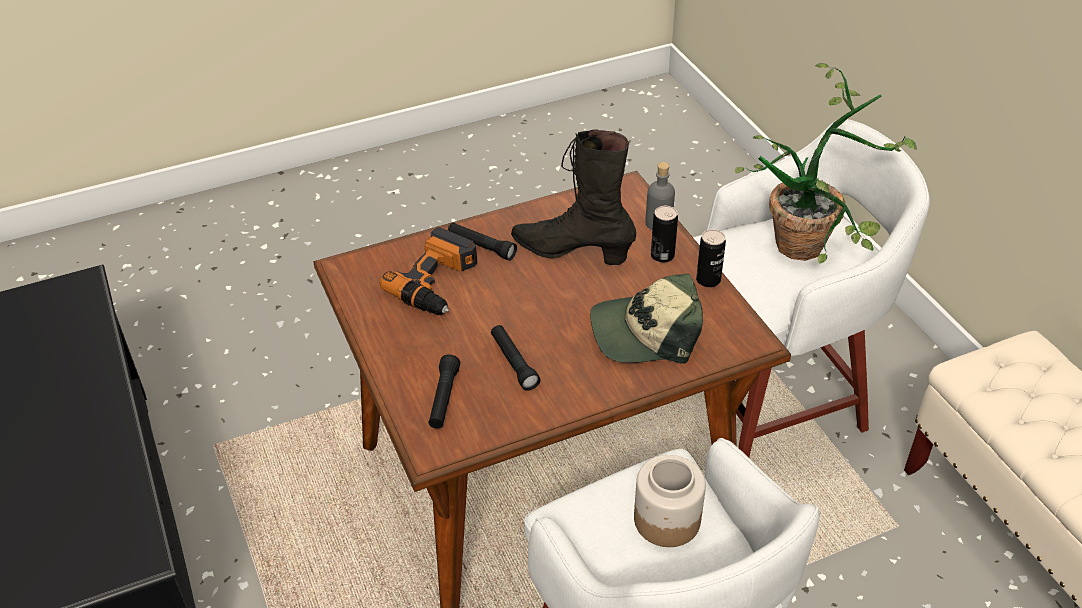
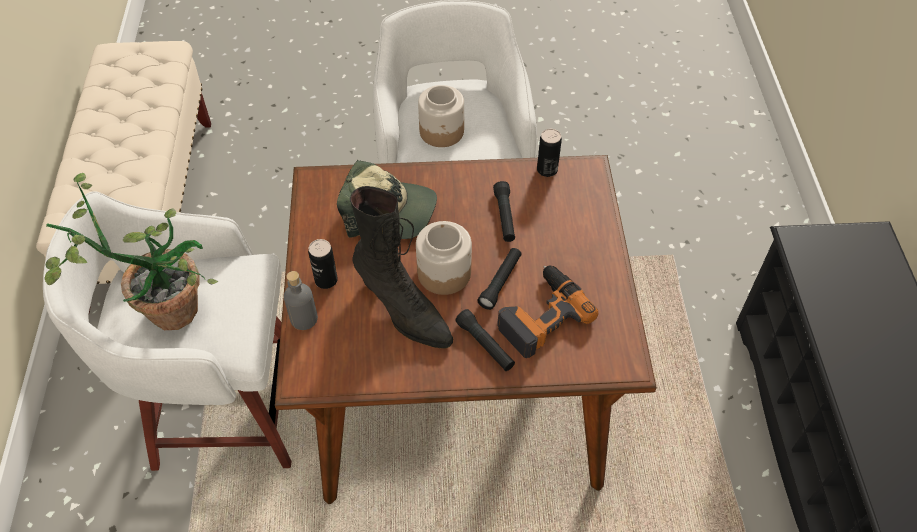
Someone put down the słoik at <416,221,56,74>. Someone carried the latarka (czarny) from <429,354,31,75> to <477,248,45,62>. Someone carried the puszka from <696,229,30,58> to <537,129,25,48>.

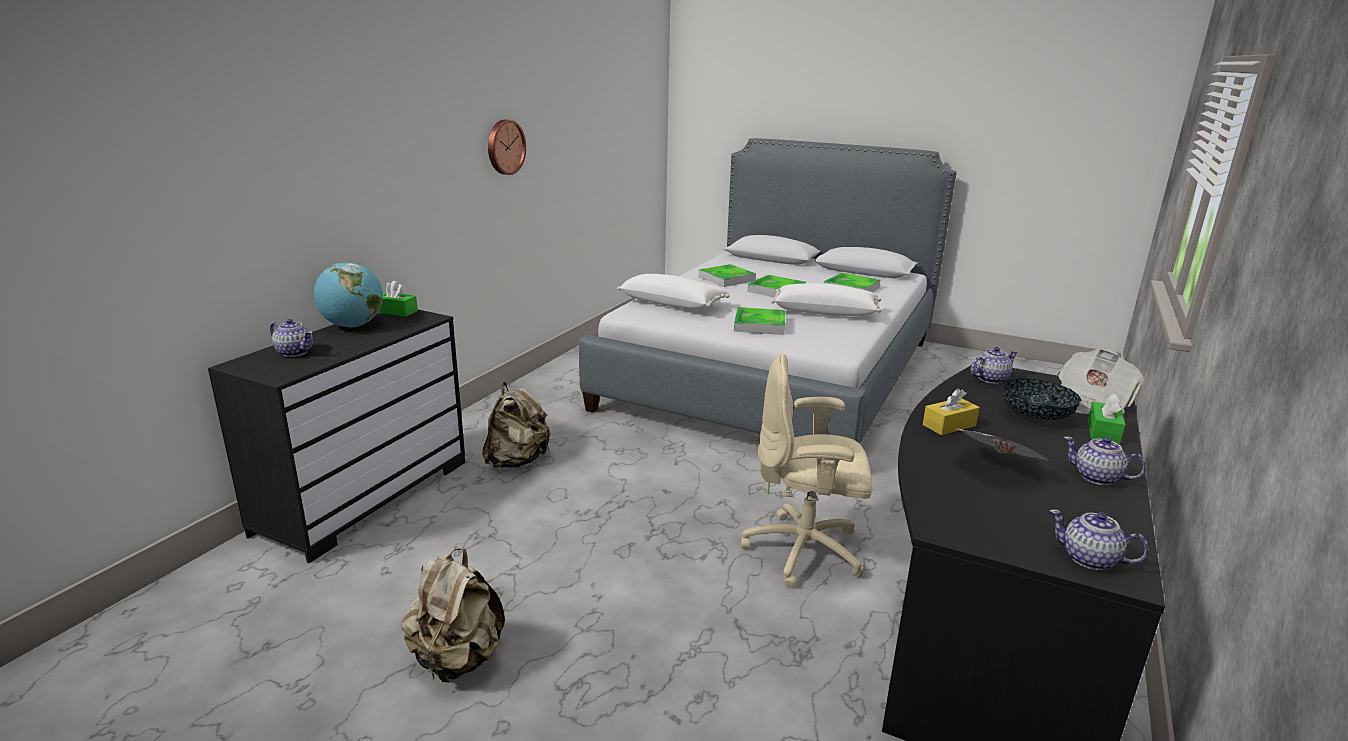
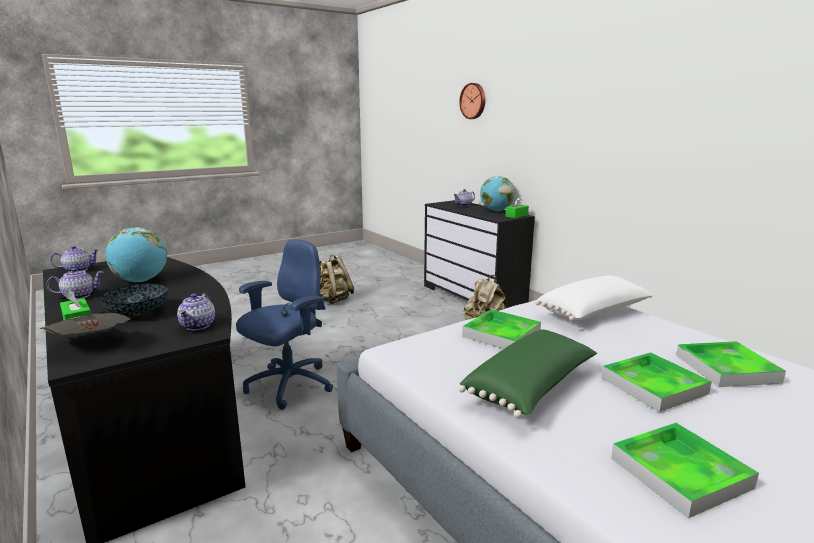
Someone swapped the gazeta at <956,428,94,33> for the globus at <105,227,62,55>. Someone repainted the krzesło biurowe (beżowy) at <741,354,131,234>, which became the krzesło biurowe (niebieski) at <236,239,97,171>. Someone carried the zegar ścienny from <488,120,38,55> to <459,83,26,36>. Someone repainted the poduszka (biały) at <771,283,110,33>, which became the poduszka (zielony) at <459,329,138,89>. Someone took away the pudełko chusteczek (żółty) at <923,388,57,47>.

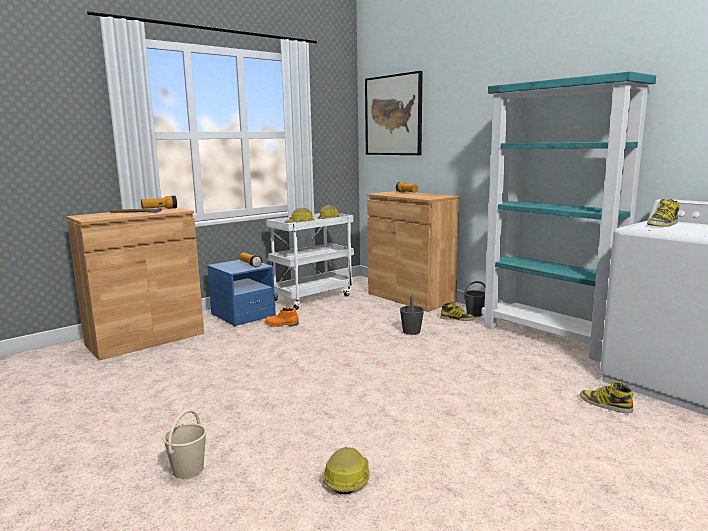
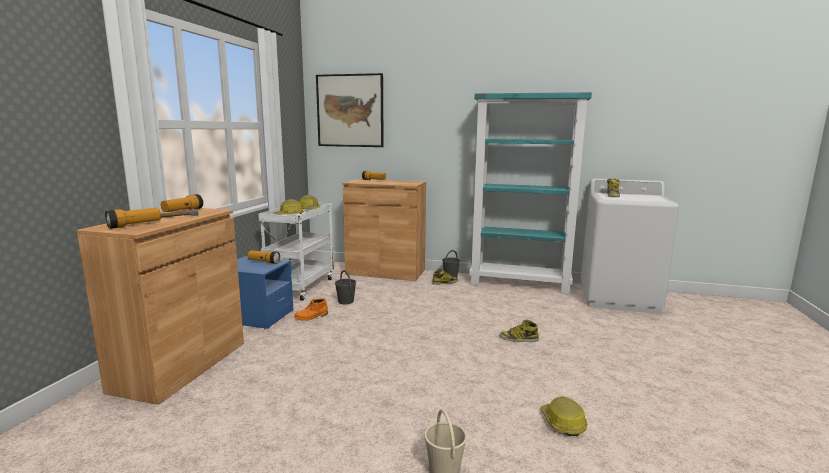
Someone put down the latarka at <105,208,56,21>. Someone carried the wiadro (szary) from <400,295,24,40> to <335,270,21,34>. Someone carried the but z cholewką from <580,381,53,32> to <499,320,40,22>.

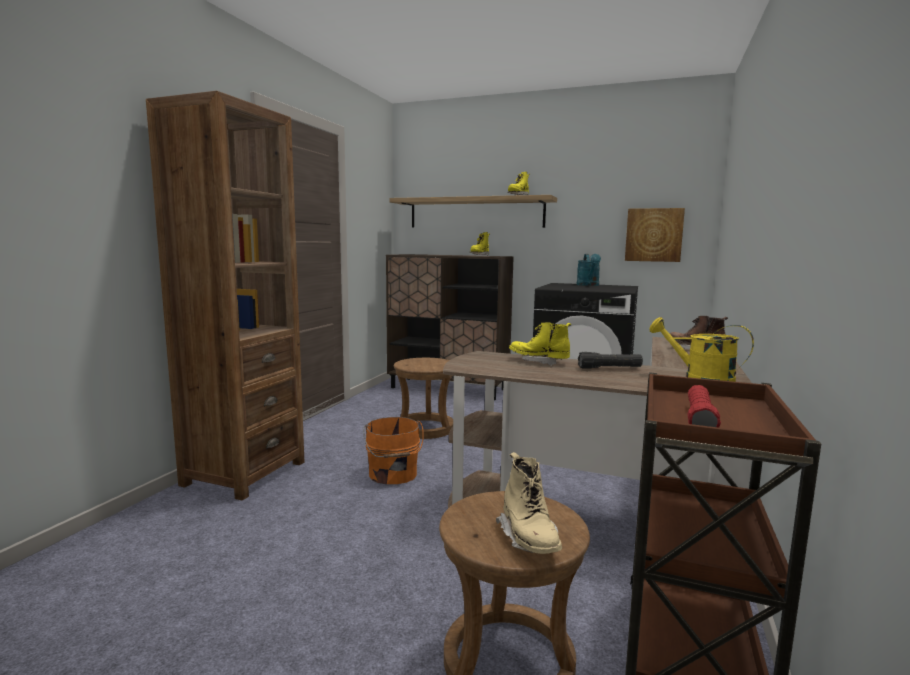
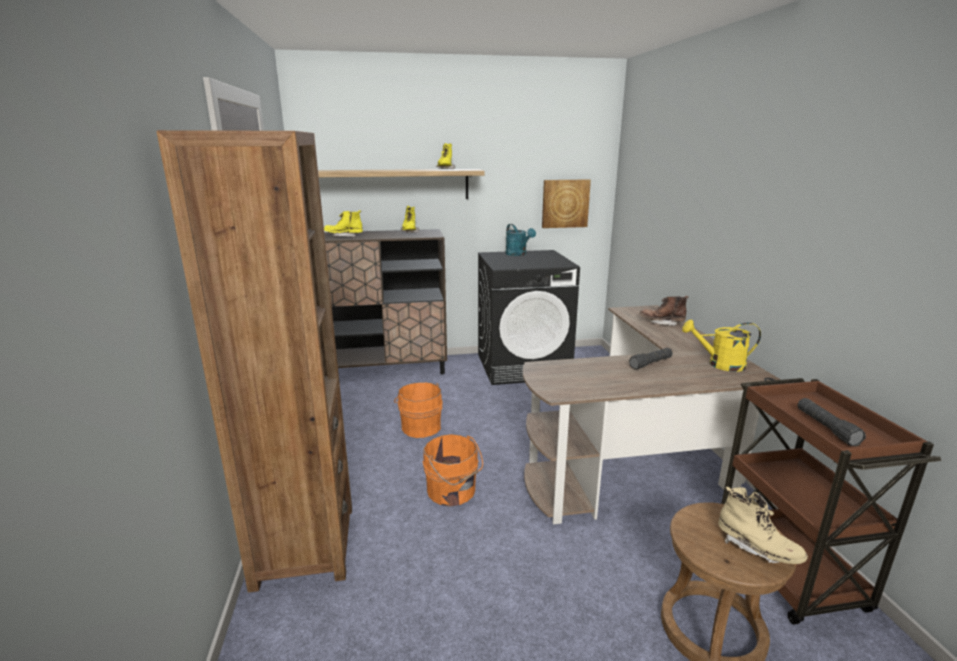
Someone carried the but z cholewką (żółty) from <509,322,62,44> to <324,210,39,28>. Someone swapped the stołek (brązowy) at <394,358,59,81> for the wiadro (pomarańczowy) at <394,382,49,56>. Someone repainted the latarka (czerwony) at <687,385,34,43>, which became the latarka (czarny) at <798,398,68,48>.

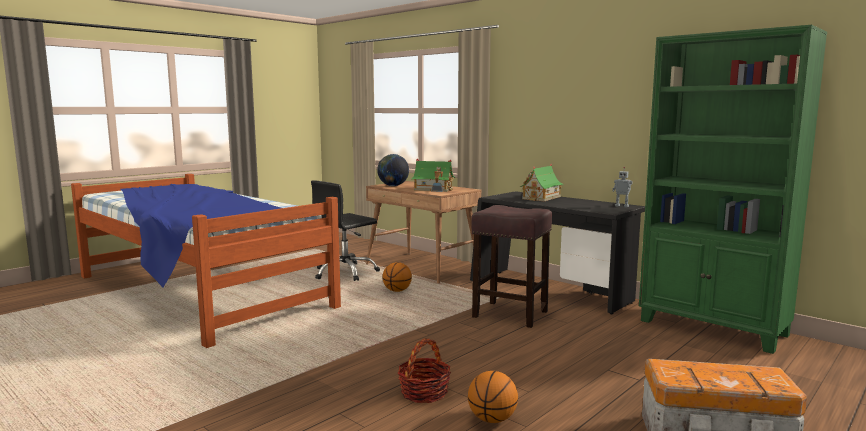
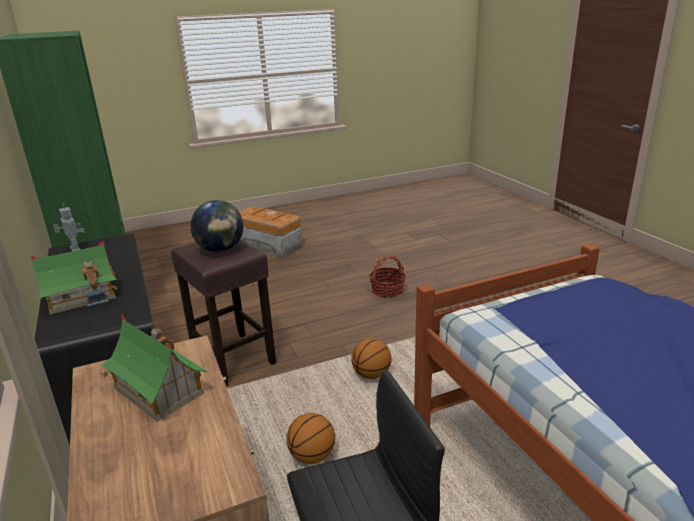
Someone carried the globus from <377,154,32,32> to <191,200,52,52>. Someone carried the piłka do koszykówki from <468,371,50,52> to <351,338,40,41>.

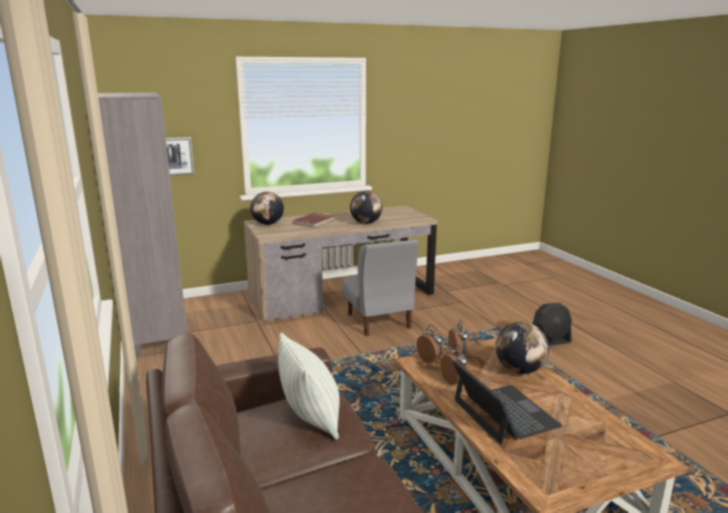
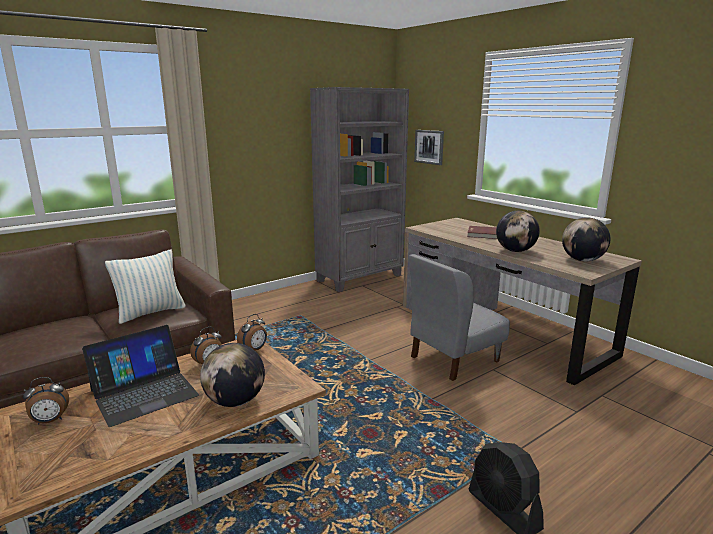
Someone carried the budzik from <448,320,22,35> to <23,377,46,48>. Someone carried the globus from <250,192,34,33> to <562,217,48,44>.

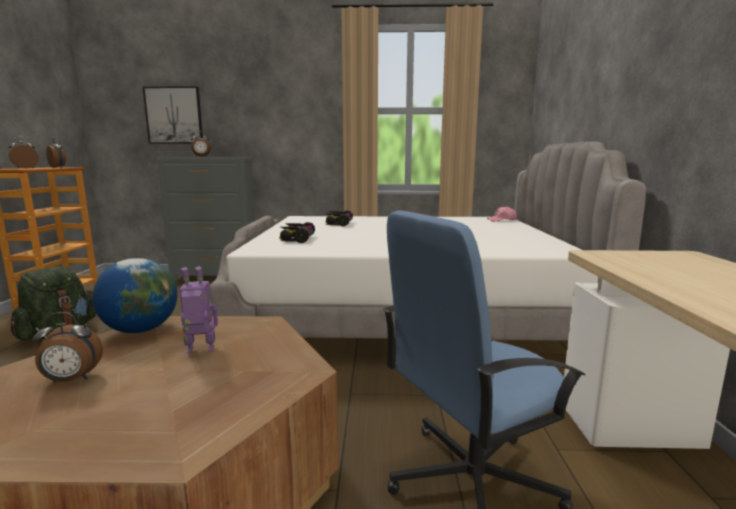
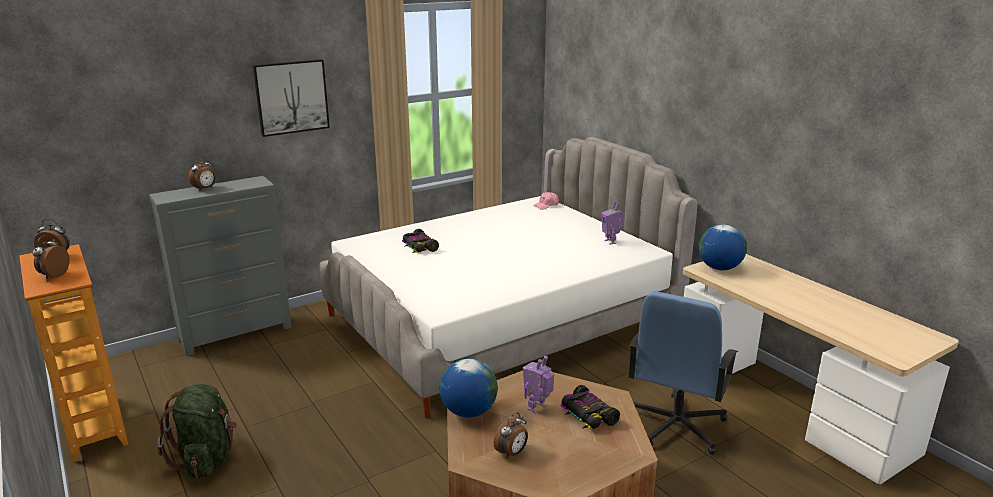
Someone carried the obraz from <143,86,60,58> to <253,59,77,78>. Someone carried the samochodzik from <279,222,36,21> to <561,385,59,44>. Someone put down the robot zabawkowy at <601,201,23,44>. Someone put down the globus at <699,224,48,46>.

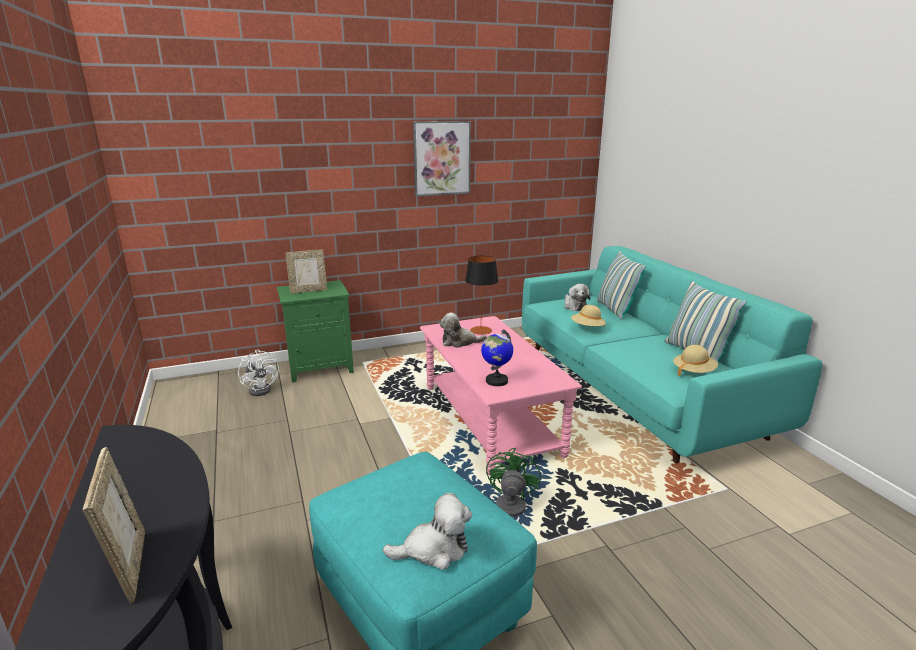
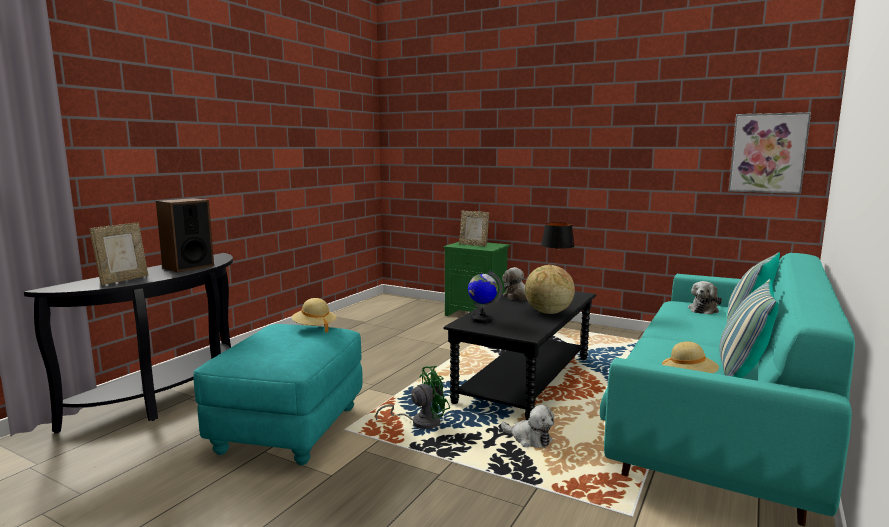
Someone put down the głośnik at <156,198,58,74>. Someone carried the kapelusz (beżowy) from <571,305,35,23> to <291,298,46,35>. Someone repainted the ława (różowy) at <420,316,162,160>, which became the ława (czarny) at <443,291,153,129>. Someone carried the pluszak from <383,493,89,77> to <501,405,53,43>. Someone put down the globus at <525,265,50,49>. Someone carried the obraz from <413,121,58,76> to <728,112,83,82>. Someone took away the wentylator (biały) at <238,350,41,46>.

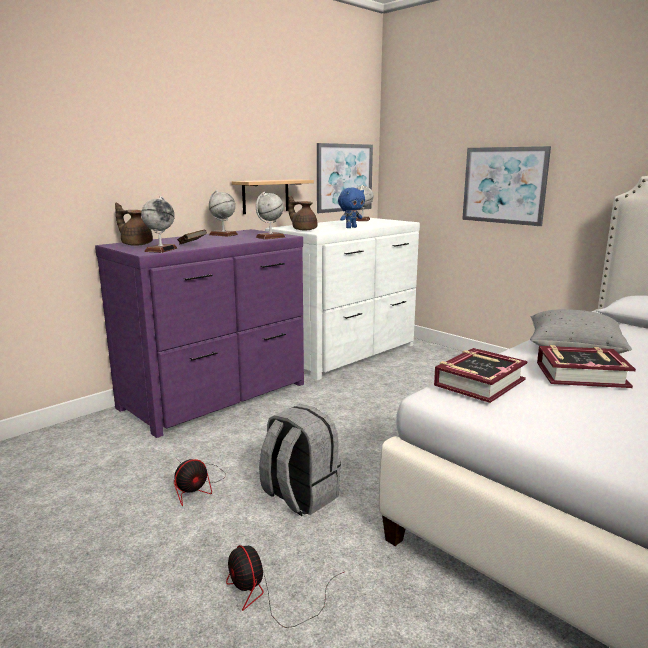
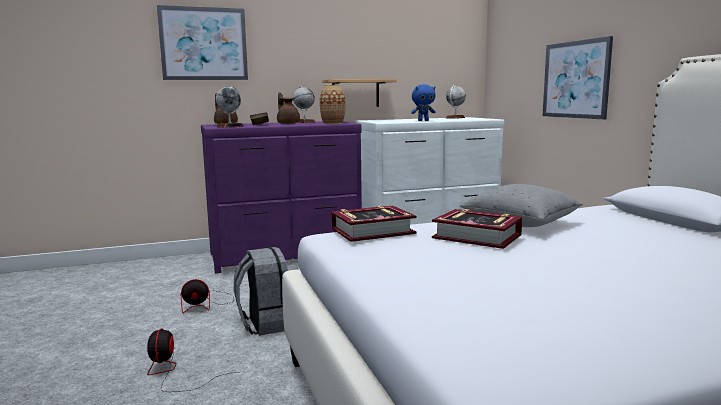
Someone carried the obraz from <317,143,56,70> to <157,5,91,75>. Someone carried the imbryk (brązowy) from <288,195,30,35> to <277,92,23,32>. Someone swapped the globus at <256,192,29,47> for the wazon at <320,85,25,39>.

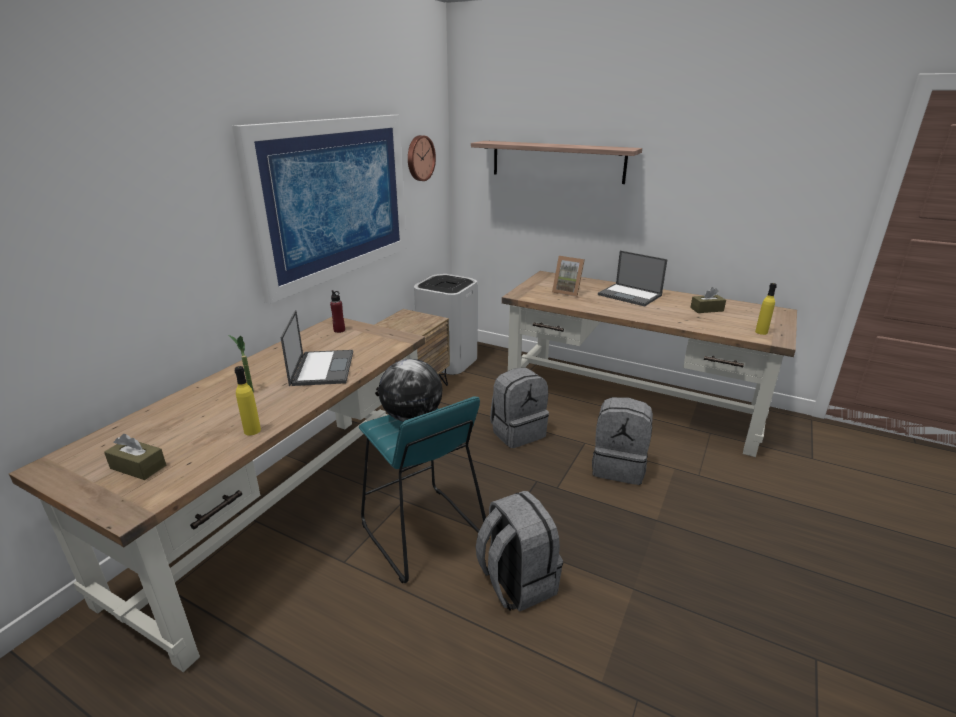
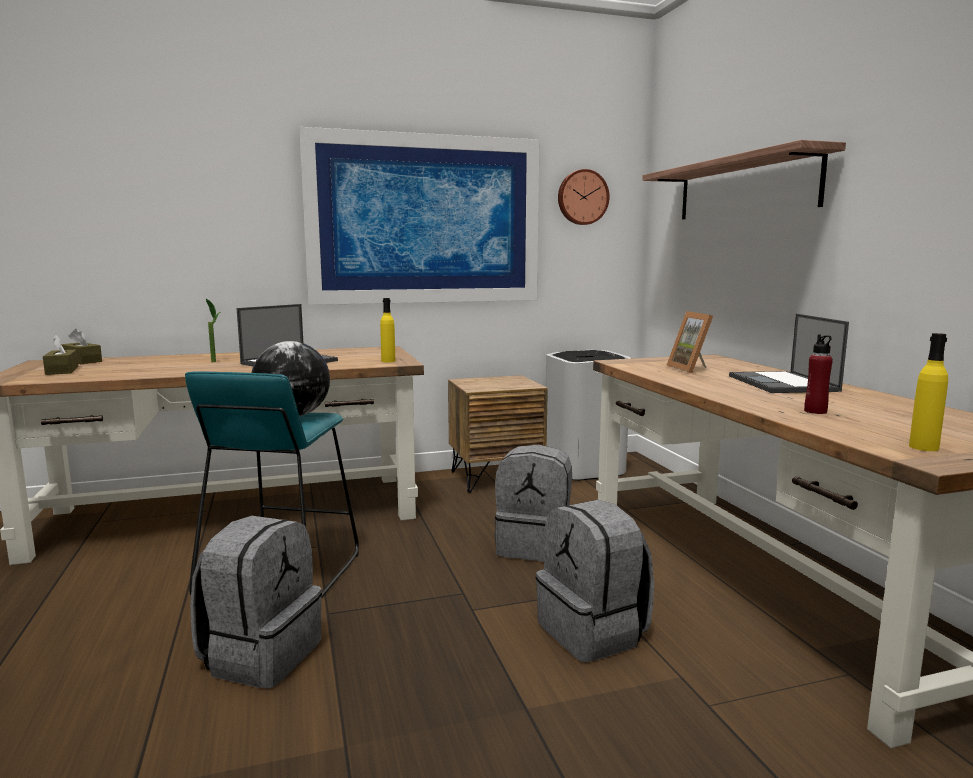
Someone carried the pudełko chusteczek (brązowy) from <690,287,36,26> to <61,329,41,35>. Someone carried the butelka (żółty) from <234,366,27,70> to <380,298,15,64>. Someone carried the butelka (czerwony) from <330,290,15,43> to <804,334,29,80>.

